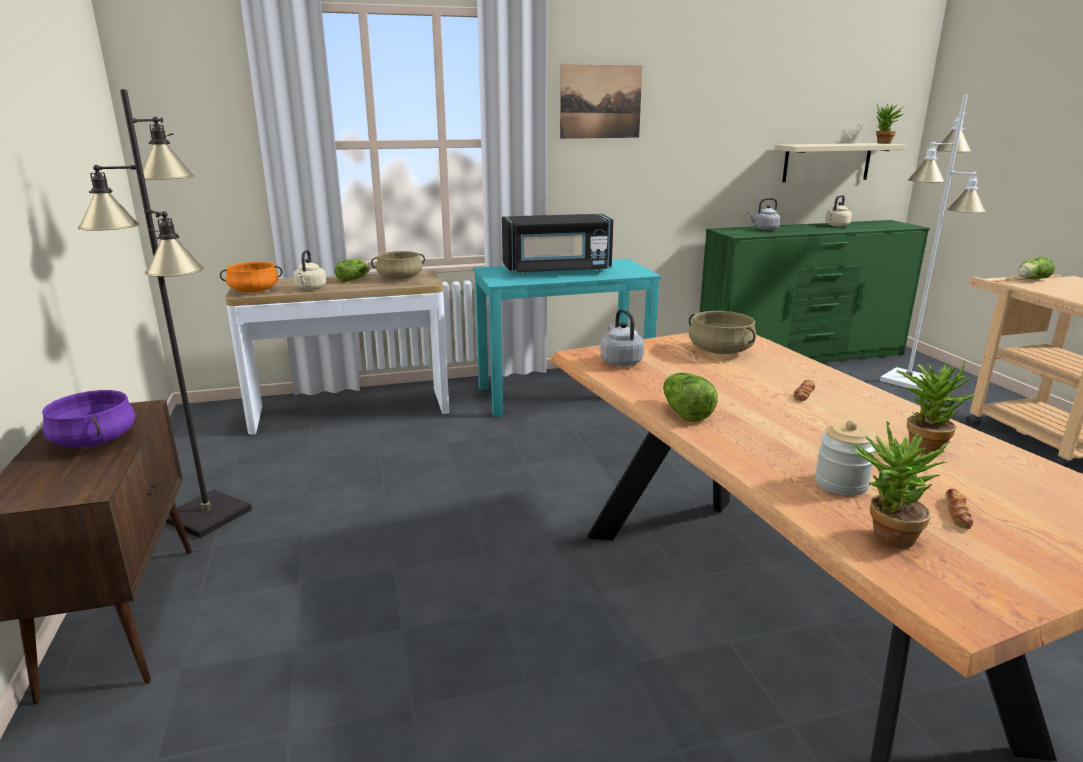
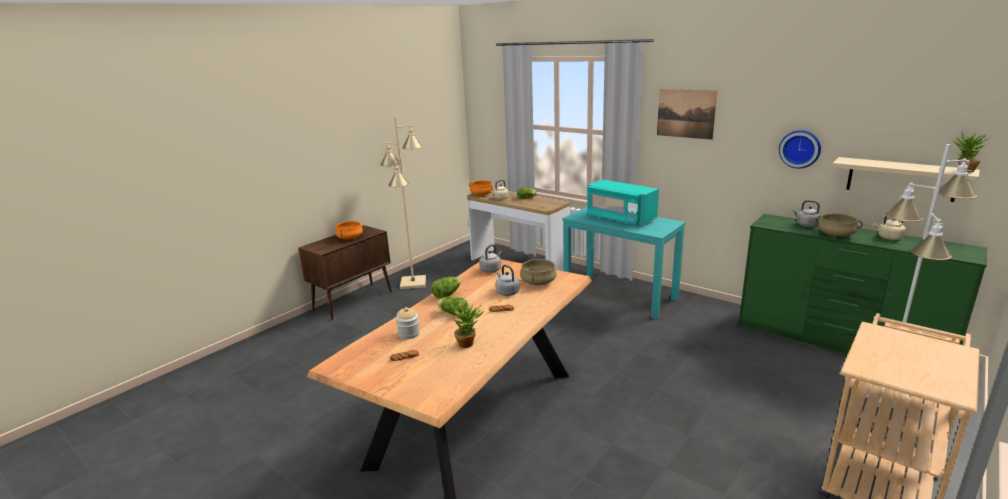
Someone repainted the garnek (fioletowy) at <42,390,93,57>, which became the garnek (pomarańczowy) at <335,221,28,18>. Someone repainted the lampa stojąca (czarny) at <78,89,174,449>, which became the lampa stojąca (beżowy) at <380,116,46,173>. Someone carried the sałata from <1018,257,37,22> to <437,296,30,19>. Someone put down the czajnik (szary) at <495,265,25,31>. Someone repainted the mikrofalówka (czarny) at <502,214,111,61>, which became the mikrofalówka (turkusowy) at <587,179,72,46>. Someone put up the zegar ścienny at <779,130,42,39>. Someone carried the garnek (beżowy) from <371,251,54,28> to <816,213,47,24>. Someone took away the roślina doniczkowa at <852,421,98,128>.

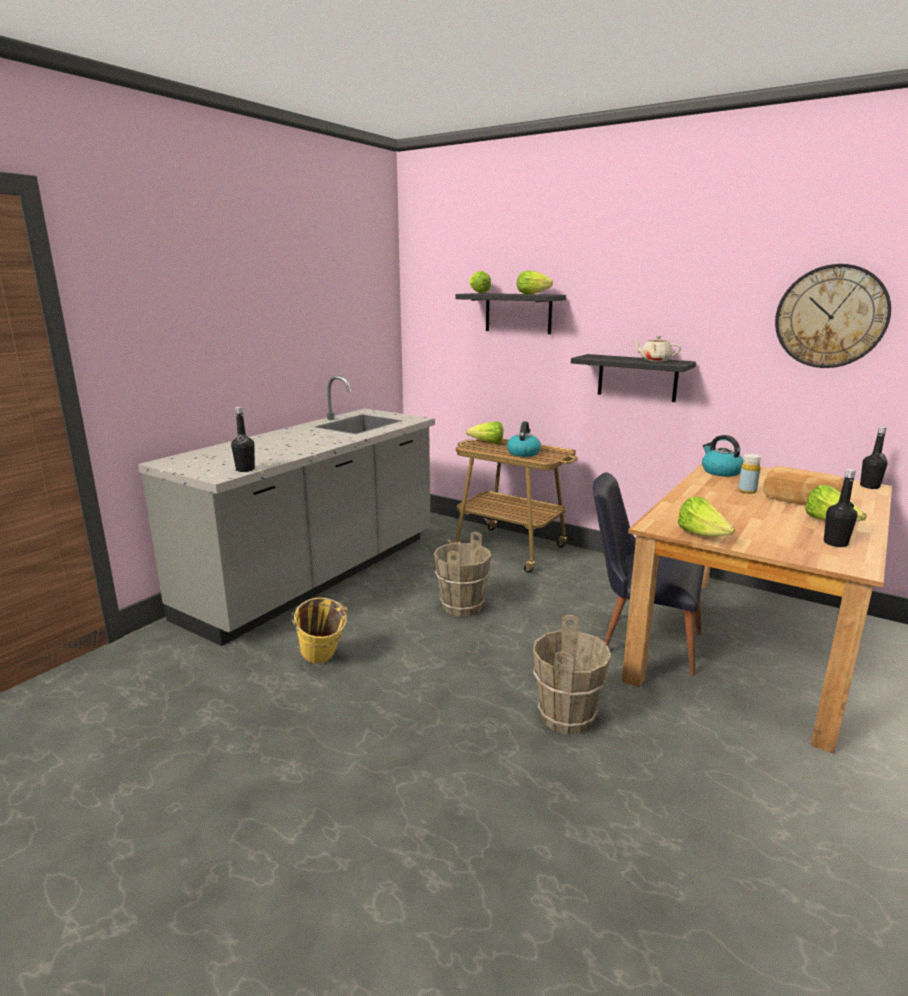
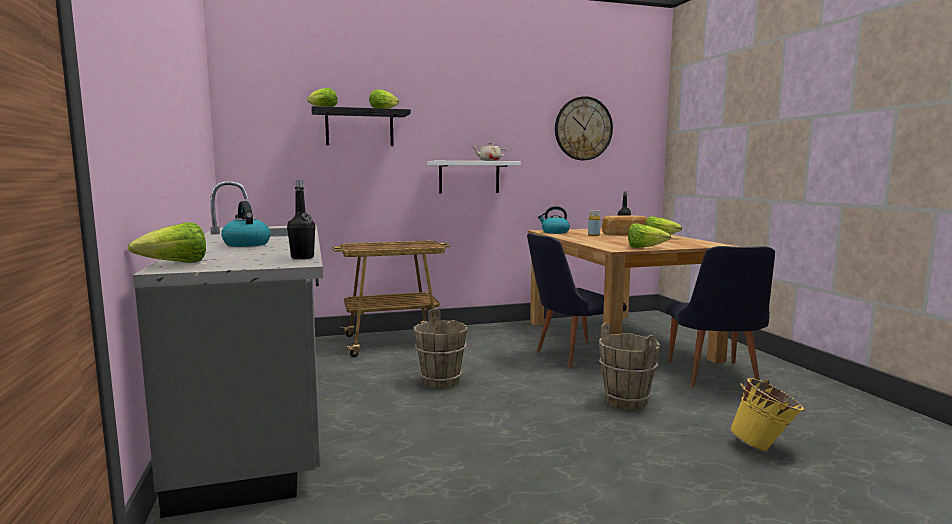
Someone carried the sałata from <466,421,37,23> to <128,222,78,41>. Someone carried the czajnik from <507,421,34,36> to <221,201,50,46>. Someone repainted the półka (czarny) at <571,354,125,48>, which became the półka (biały) at <427,161,94,32>. Someone put down the krzesło (czarny) at <666,246,109,141>. Someone carried the wiadro (żółty) from <291,597,57,67> to <729,378,75,74>. Someone took away the butelka (czarny) at <824,469,34,78>.

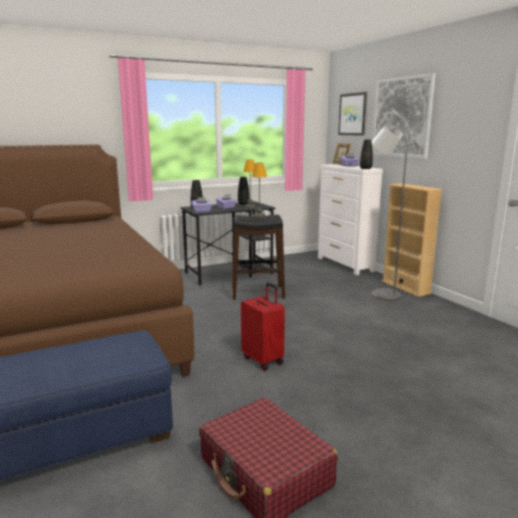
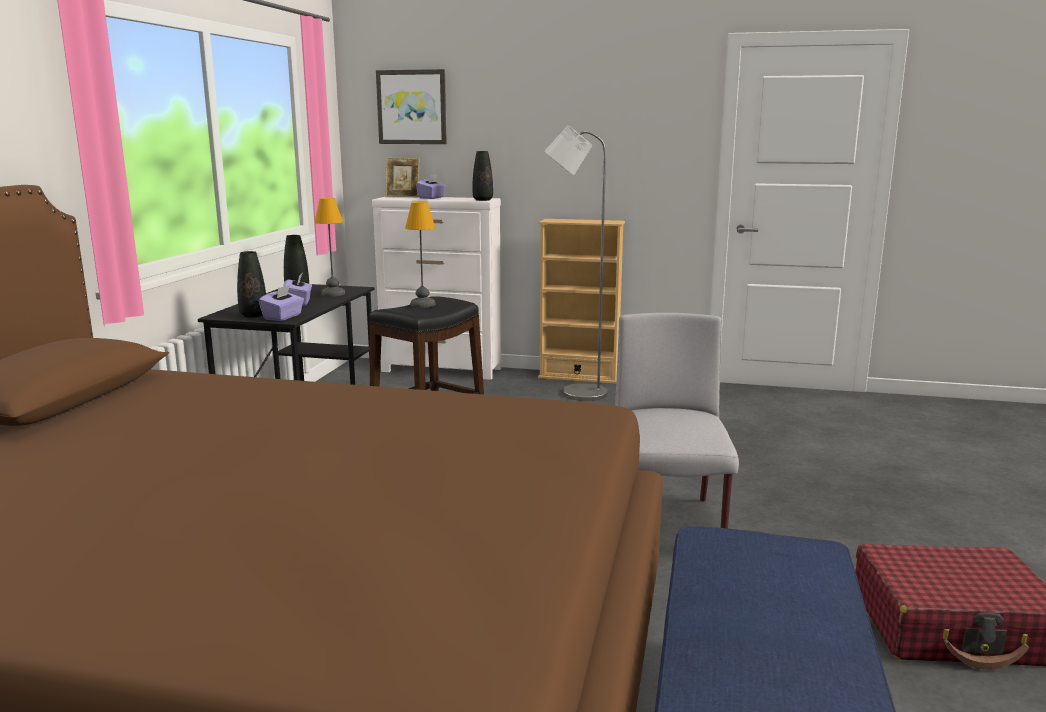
Someone swapped the walizka (czerwony) at <241,283,44,88> for the krzesło (szary) at <615,313,124,215>. Someone took away the obraz at <372,73,64,86>.

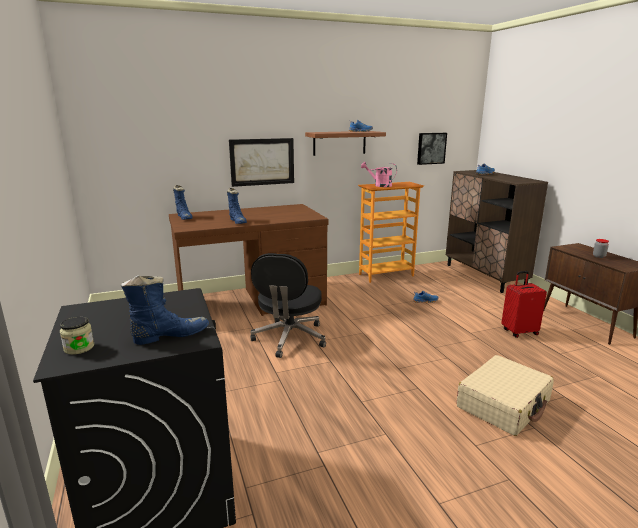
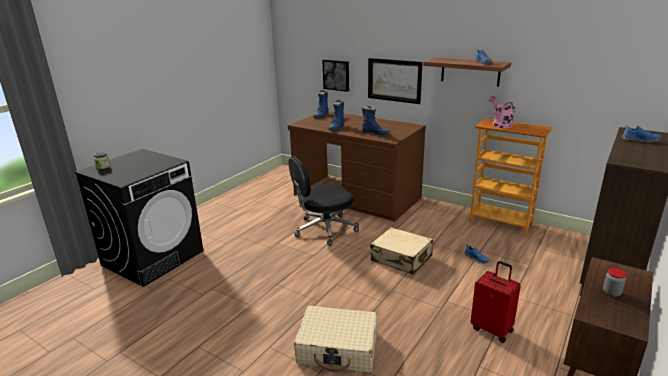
Someone carried the obraz from <417,133,30,32> to <322,60,27,32>. Someone carried the but z cholewką (niebieski) from <121,275,88,70> to <362,106,28,29>. Someone put down the walizka (beżowy) at <370,227,63,47>.

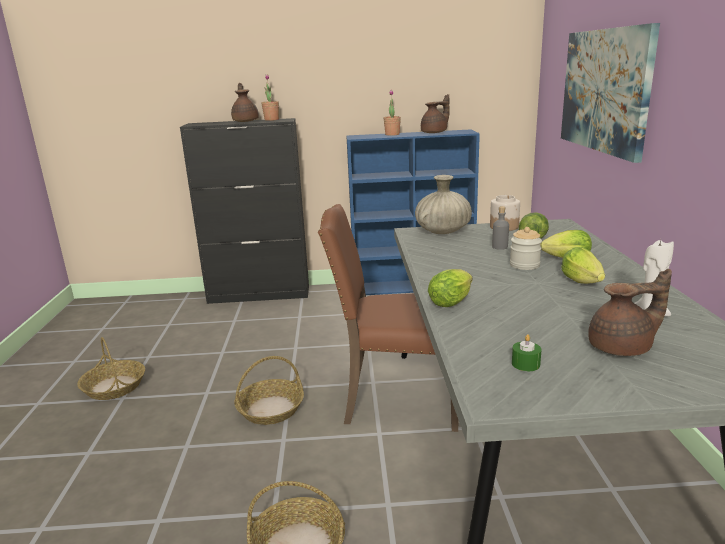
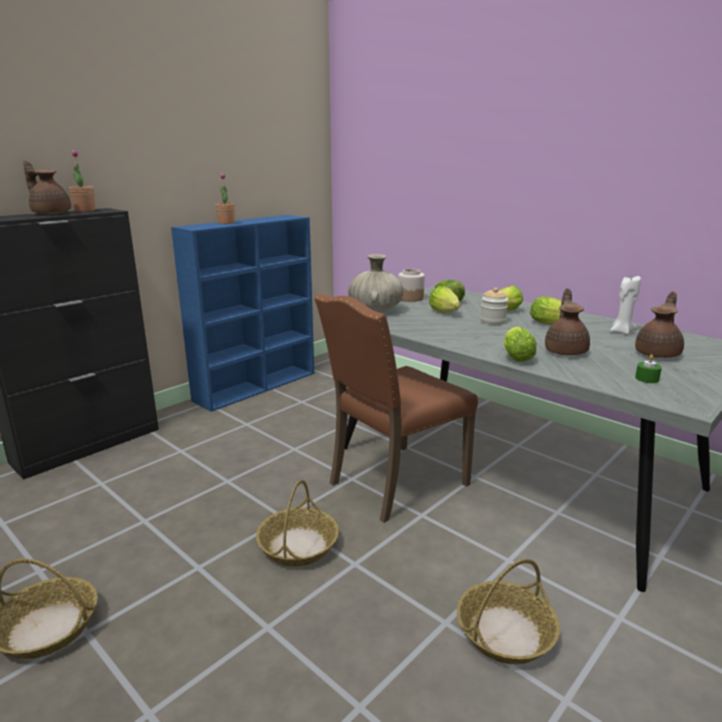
Someone swapped the butelka (szary) at <492,206,17,44> for the sałata at <429,286,31,27>. Someone carried the imbryk (brązowy) from <421,94,29,39> to <545,288,45,67>. Someone took away the obraz at <561,23,99,140>.

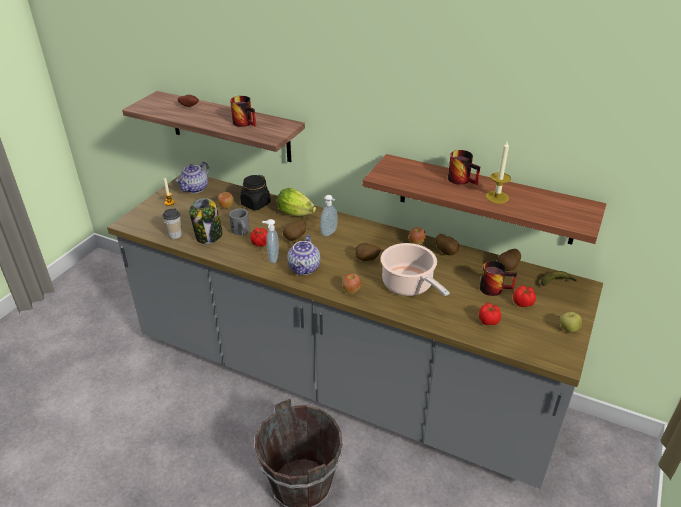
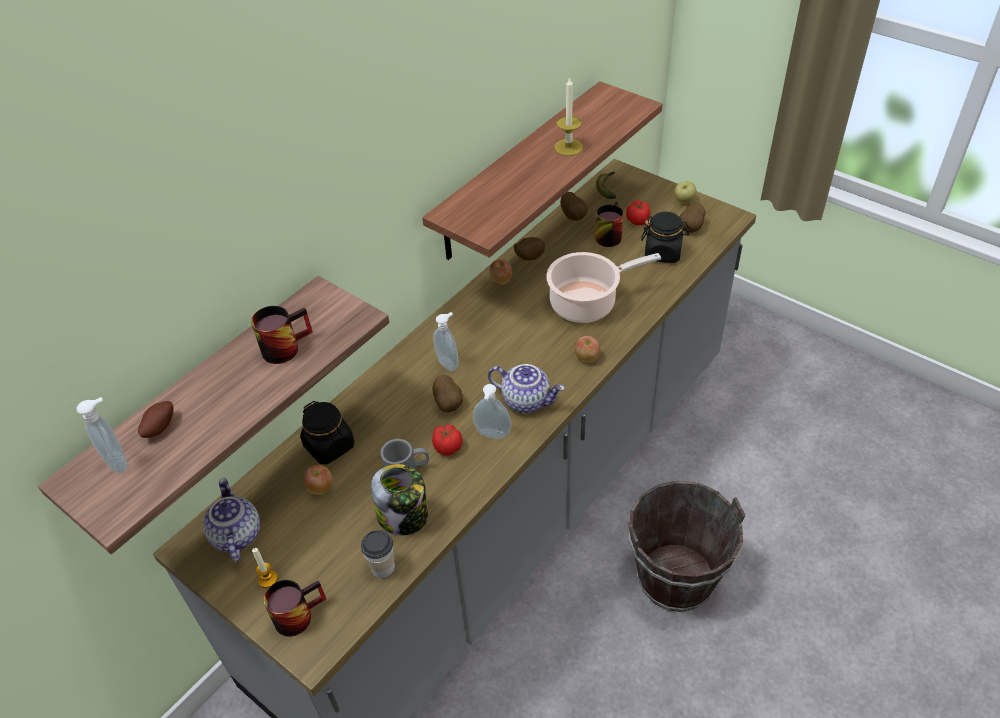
Someone put down the dozownik mydła at <77,397,50,76>. Someone rotated the imbryk at <176,162,33,31> by 150 degrees counterclockwise. Someone carried the kubek from <448,150,32,35> to <264,580,62,56>. Someone swapped the pomidor at <479,303,22,22> for the słoik (czarny) at <641,212,49,51>. Someone carried the ziemniak from <355,243,25,18> to <680,203,25,30>. Someone took away the sałata at <277,188,39,28>.

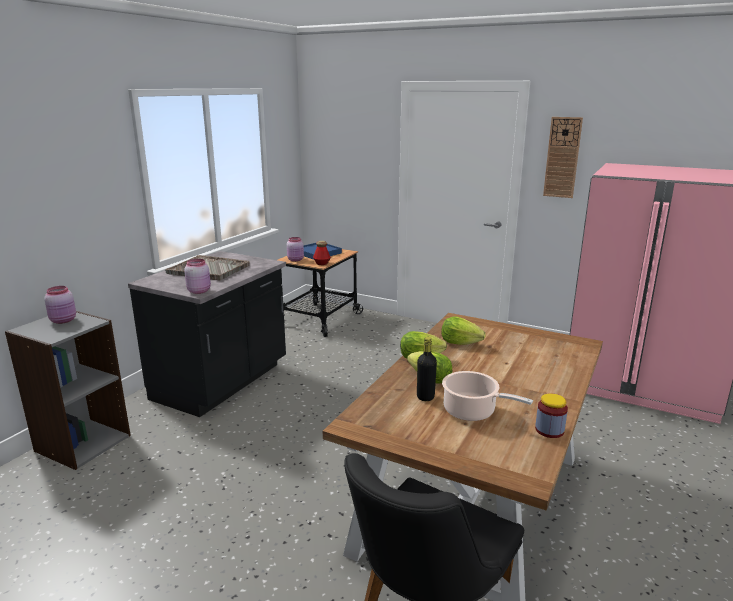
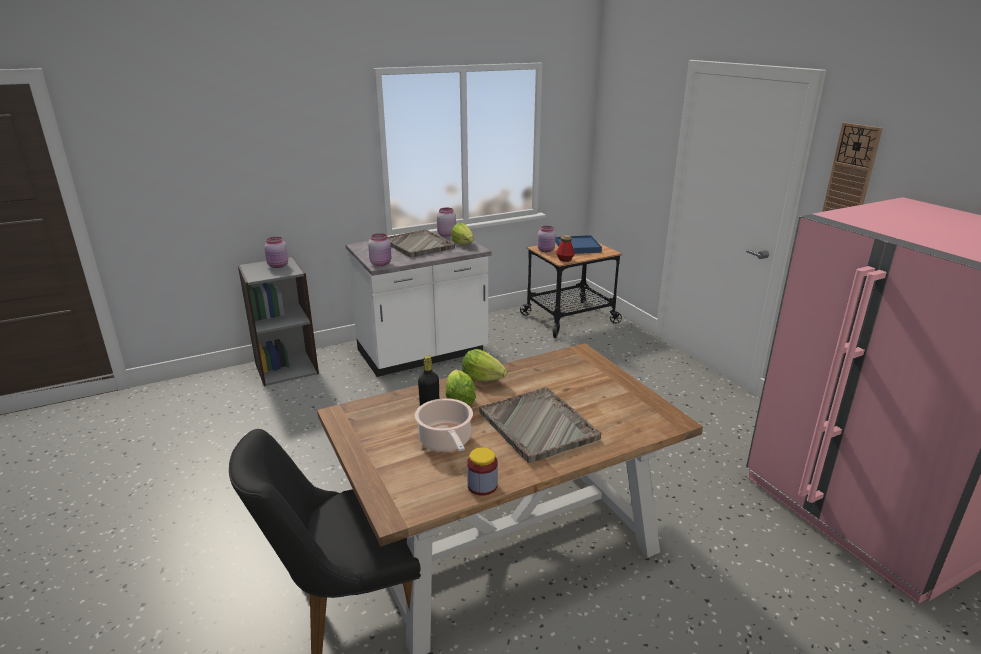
Someone repainted the zabudowa kuchenna (czarny) at <128,251,158,166>, which became the zabudowa kuchenna (biały) at <346,231,145,146>. Someone put down the słoik (różowy) at <437,208,19,28>. Someone carried the sałata from <441,316,45,29> to <451,223,22,22>. Someone put down the taca (szary) at <479,387,123,76>.

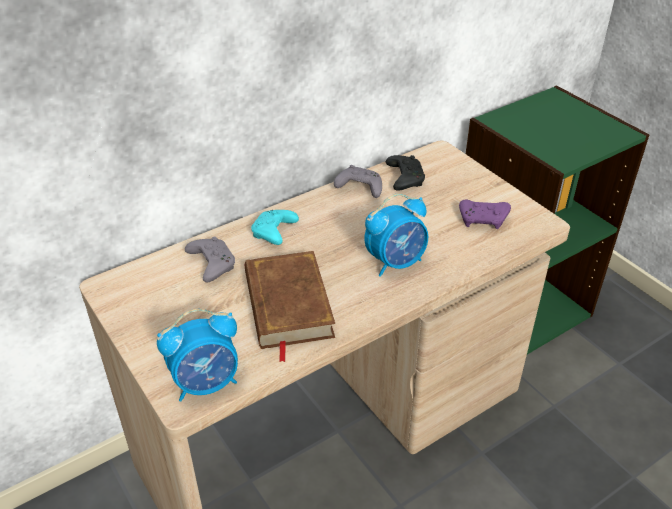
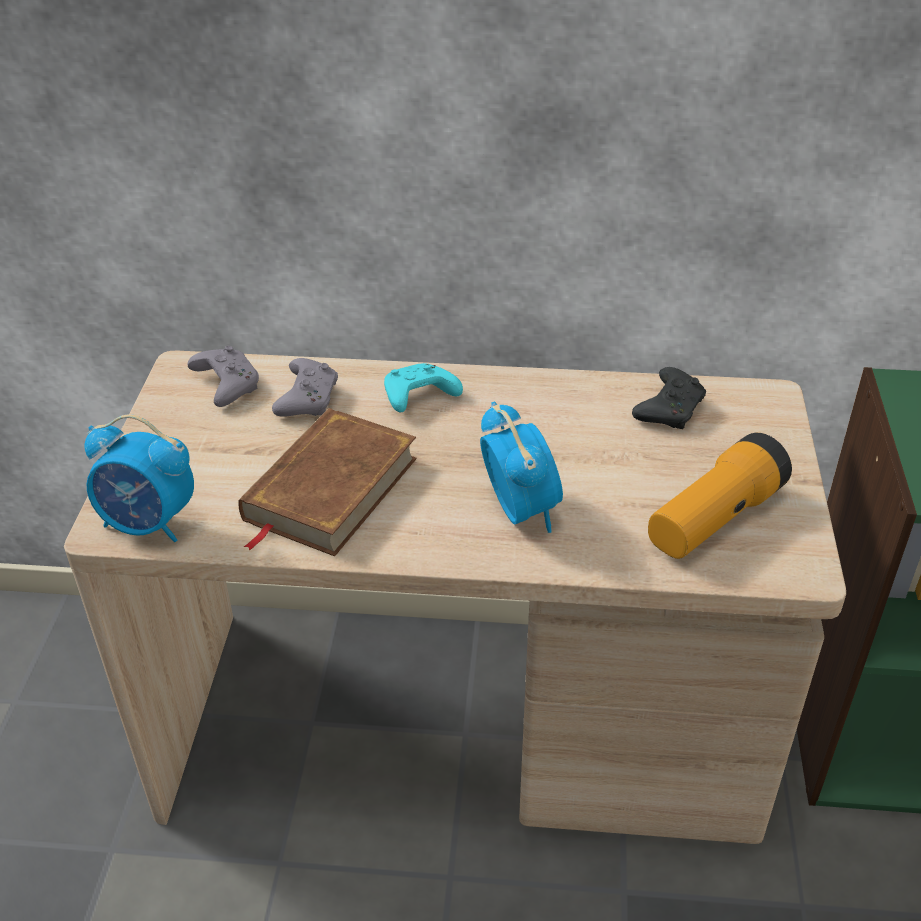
Someone carried the pad do gier (szary) from <334,165,48,33> to <188,346,71,61>. Someone rotated the budzik at <364,194,64,83> by 120 degrees counterclockwise. Someone swapped the pad do gier (fioletowy) at <459,200,52,29> for the latarka at <648,433,144,126>.

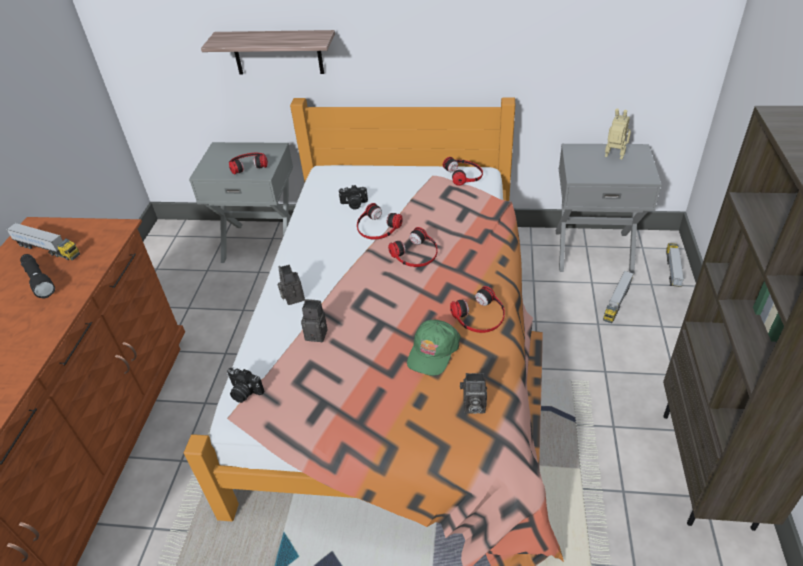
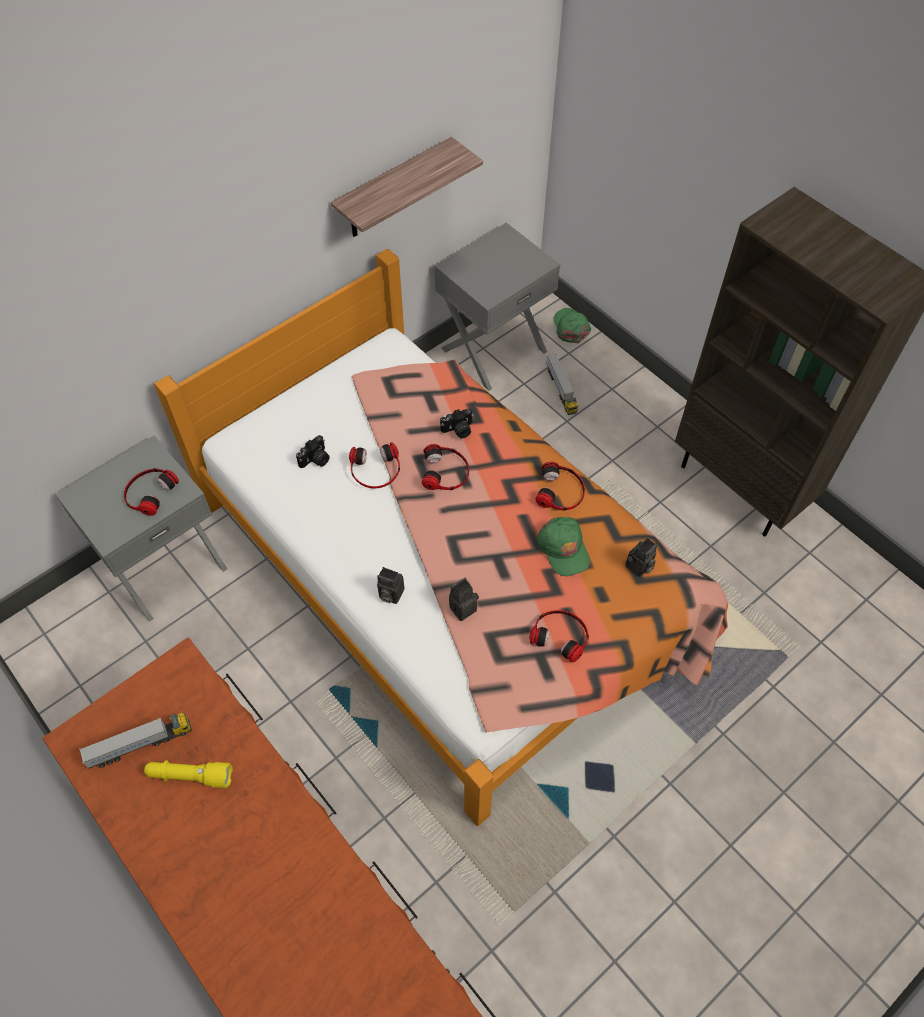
Someone repainted the latarka (czarny) at <20,254,35,45>, which became the latarka (żółty) at <144,760,89,28>. Someone carried the półka from <201,30,134,45> to <331,137,152,100>. Someone carried the aparat fotograficzny from <227,368,38,35> to <440,408,33,30>. Someone carried the słuchawki from <443,157,40,29> to <529,610,60,53>. Someone swapped the ciężarówka zabawkowa at <666,243,18,44> for the czapka z daszkiem (zielony) at <553,308,38,35>. Someone took away the robot zabawkowy at <605,108,26,51>.

